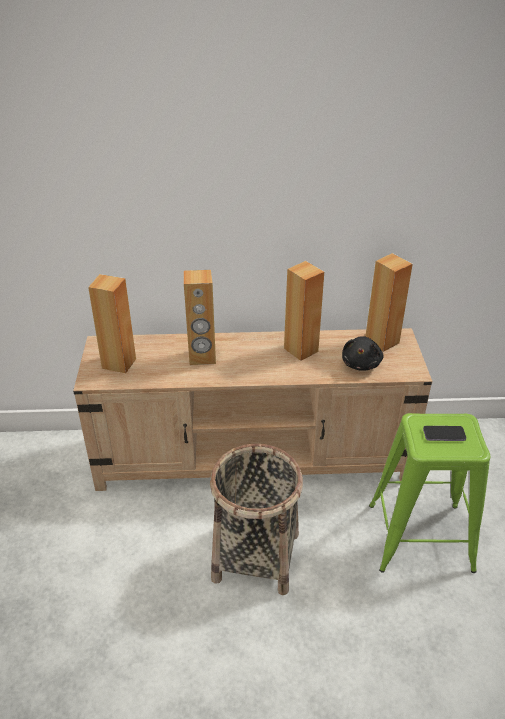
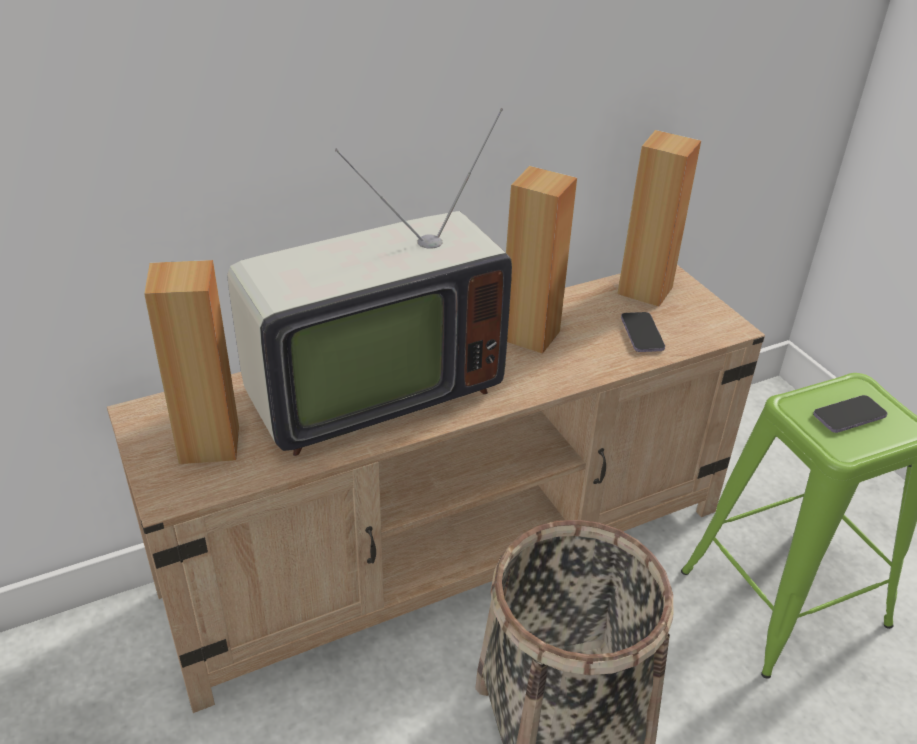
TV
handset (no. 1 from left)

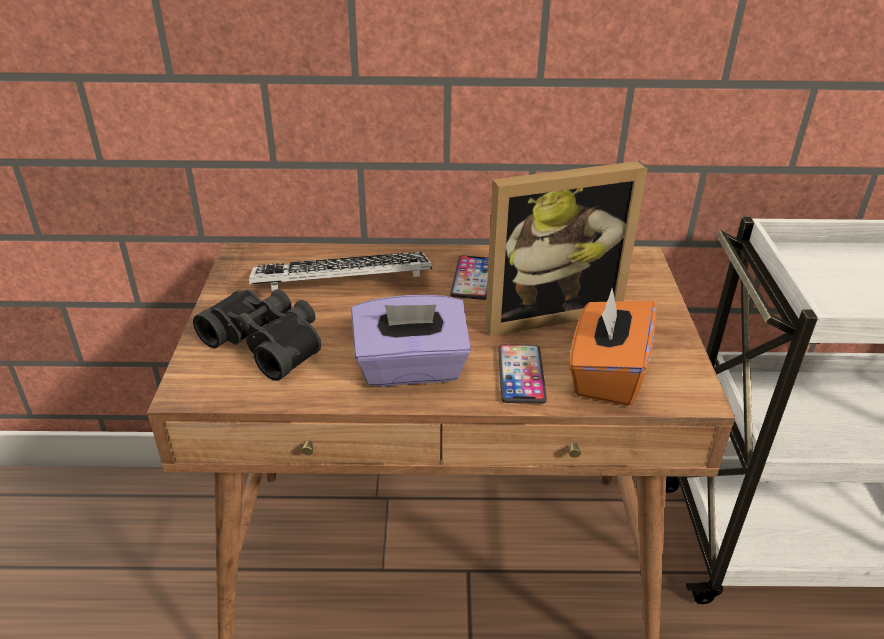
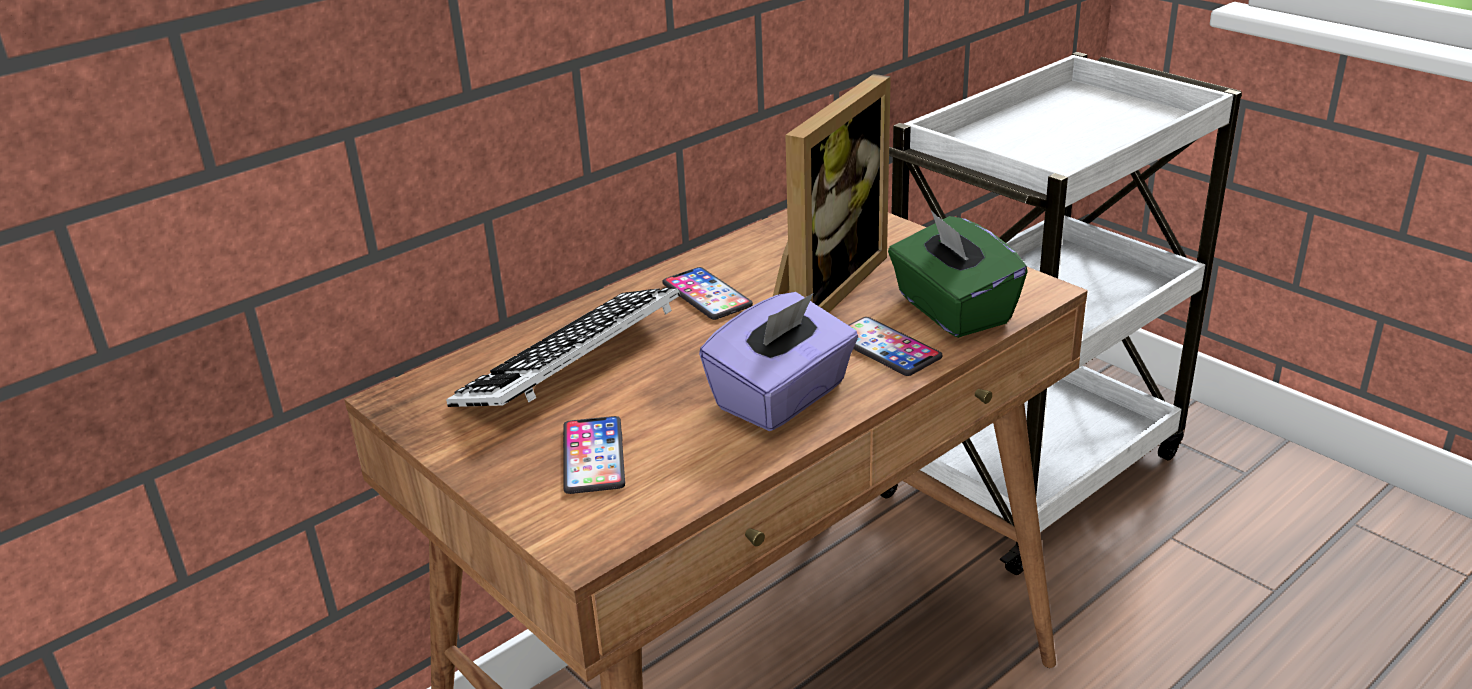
green box of tissues
handset (no. 1 from left)

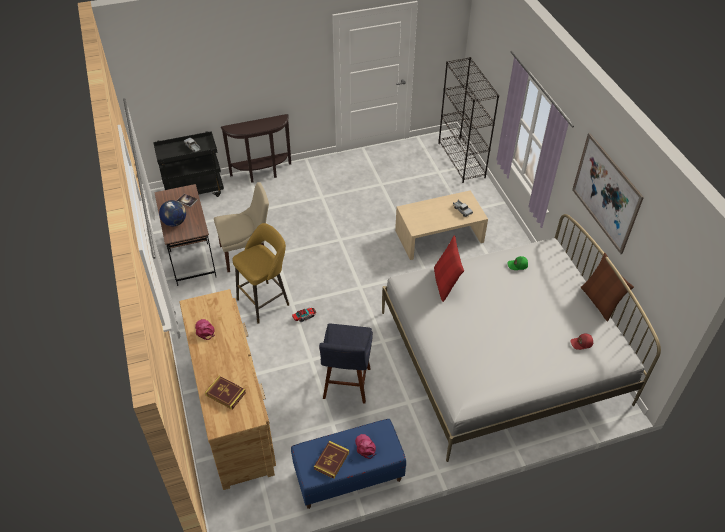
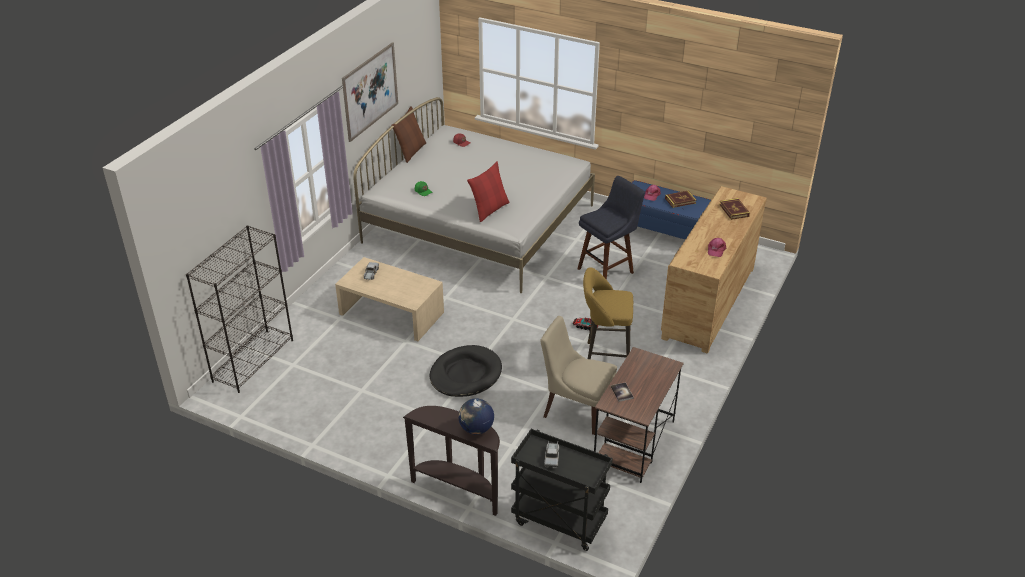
desk globe
black dog bed

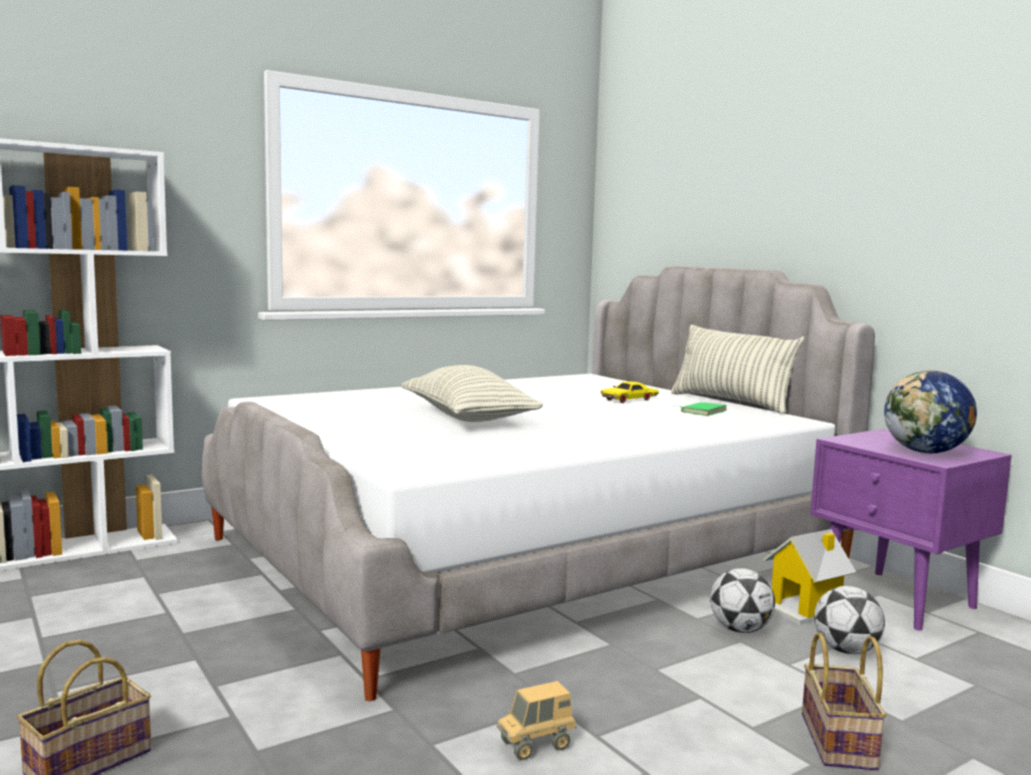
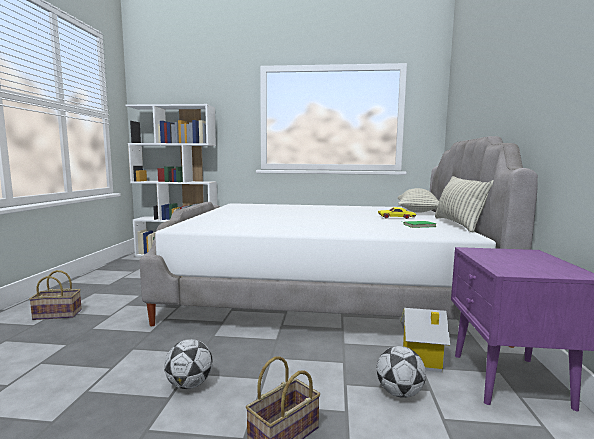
cushion (no. 1 from left)
desk globe
football ball (no. 1 from left)
toy truck

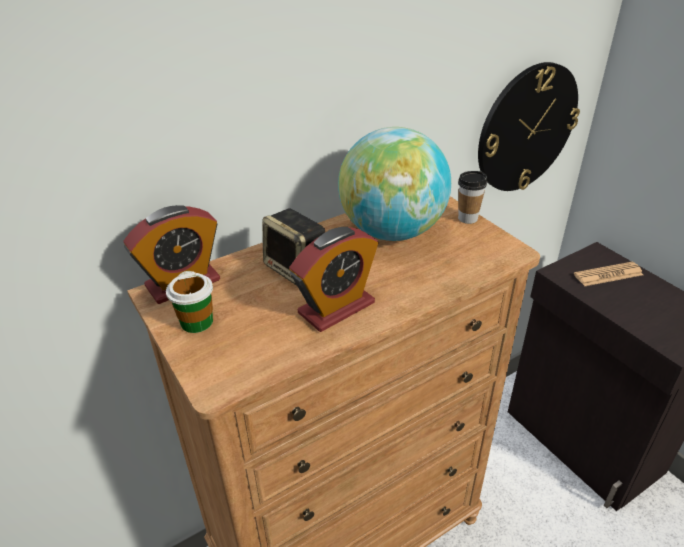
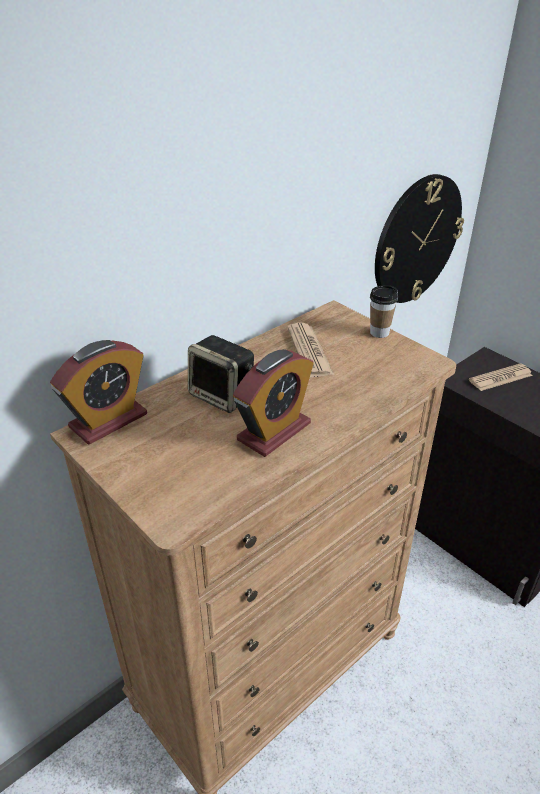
newspaper (no. 1 from left)
small cup (no. 1 from left in the first image)

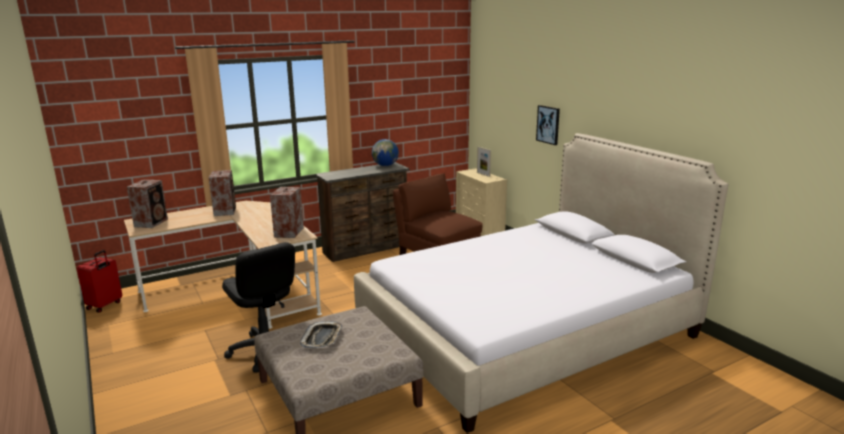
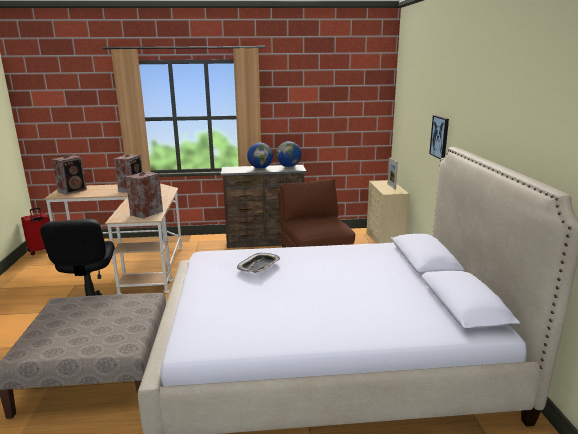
carrying tray
desk globe (no. 1 from left)

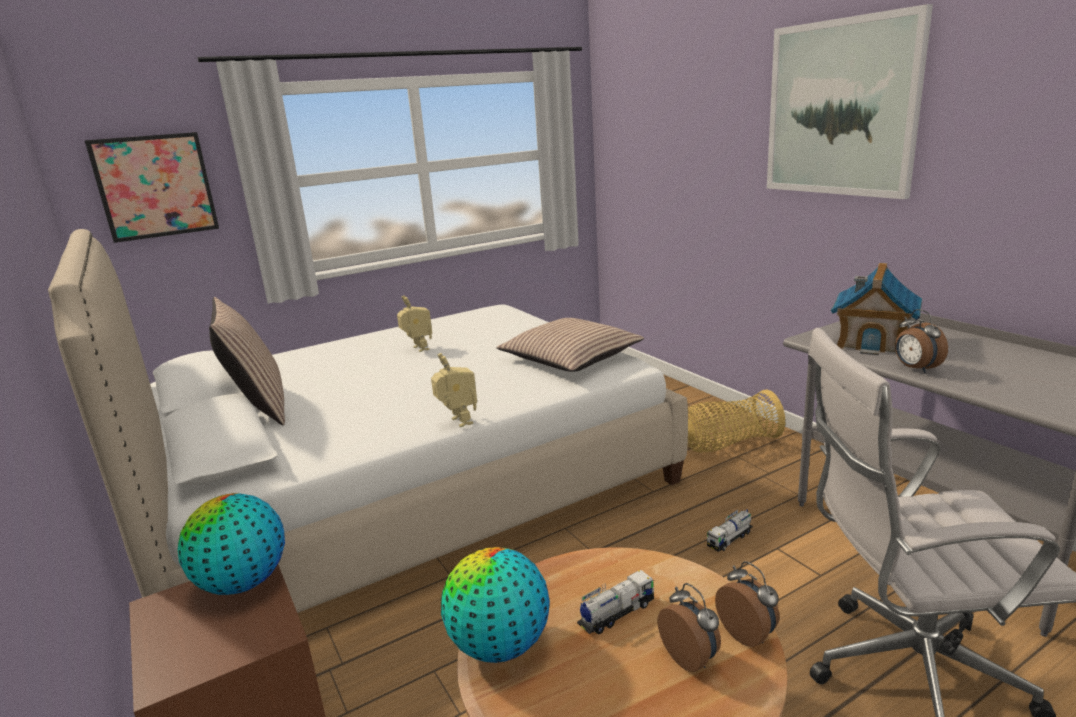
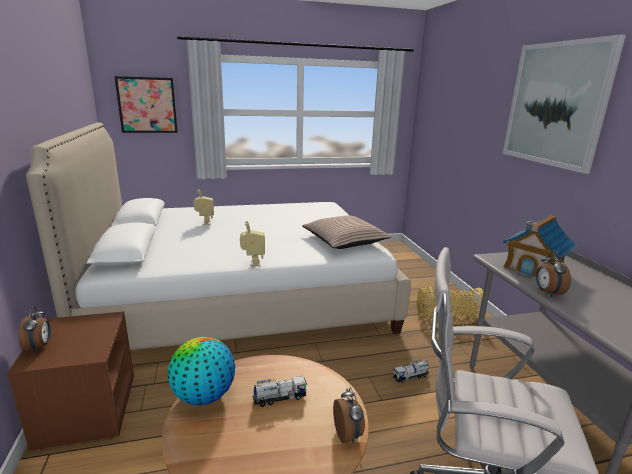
robot figure (no. 1 from left)
cushion (no. 1 from left in the first image)
desk globe (no. 1 from left in the first image)
bedside clock (no. 1 from left)

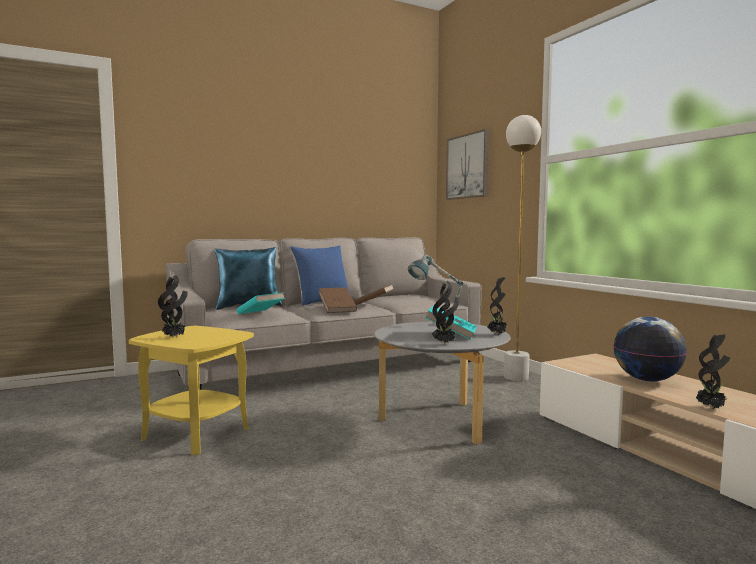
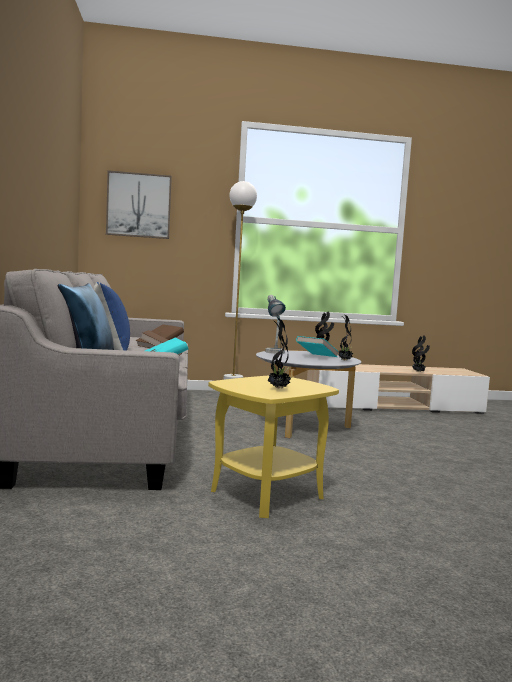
desk globe

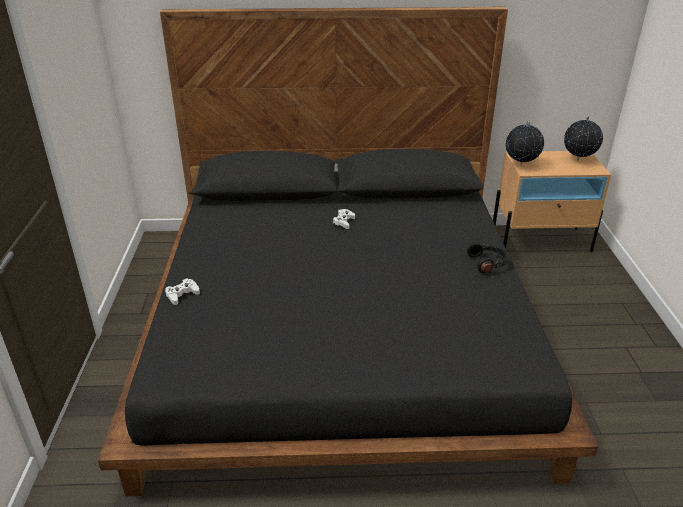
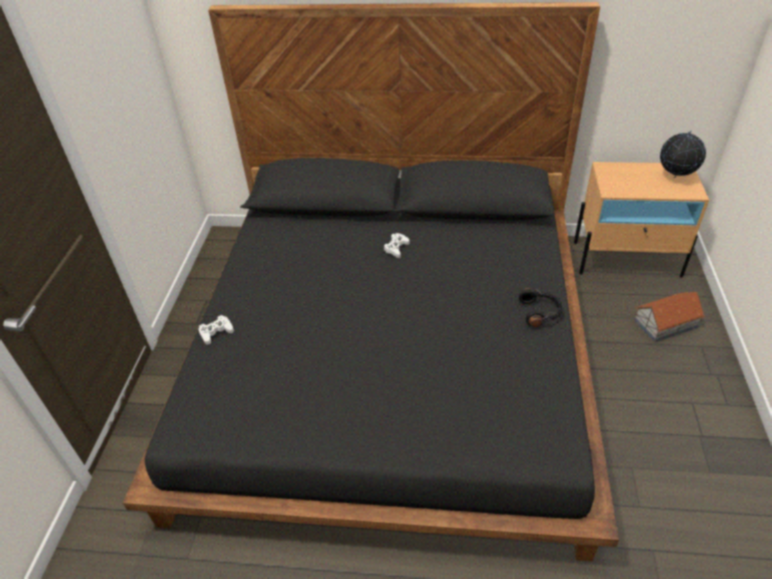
desk globe (no. 1 from left in the first image)
toy house

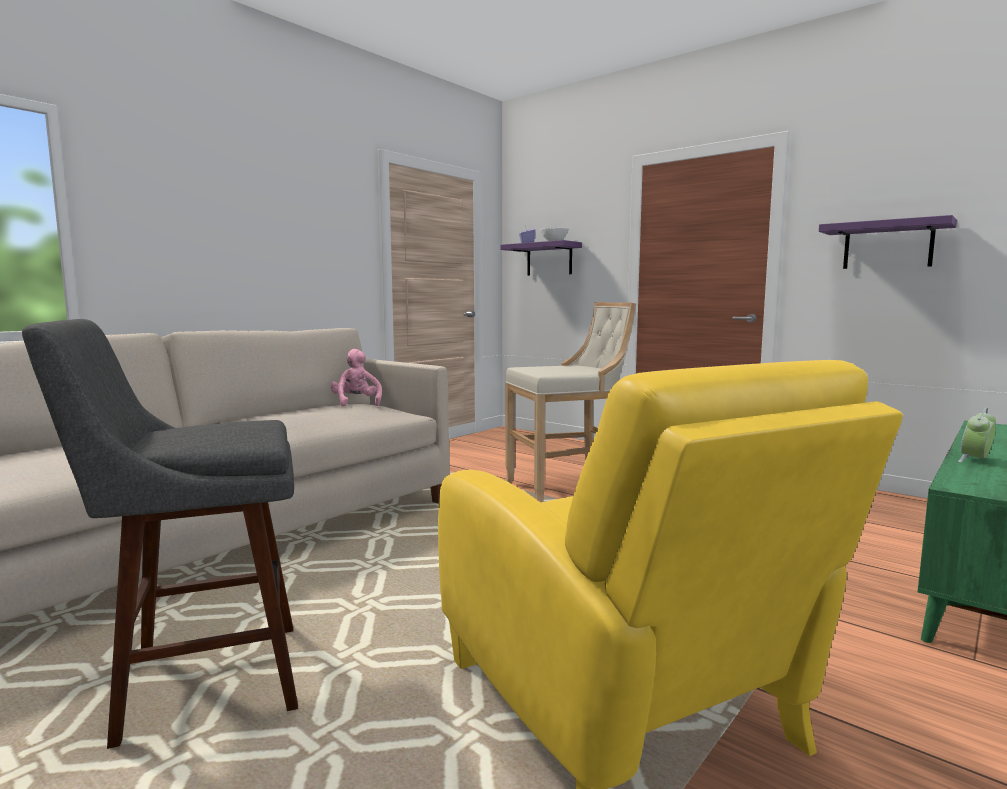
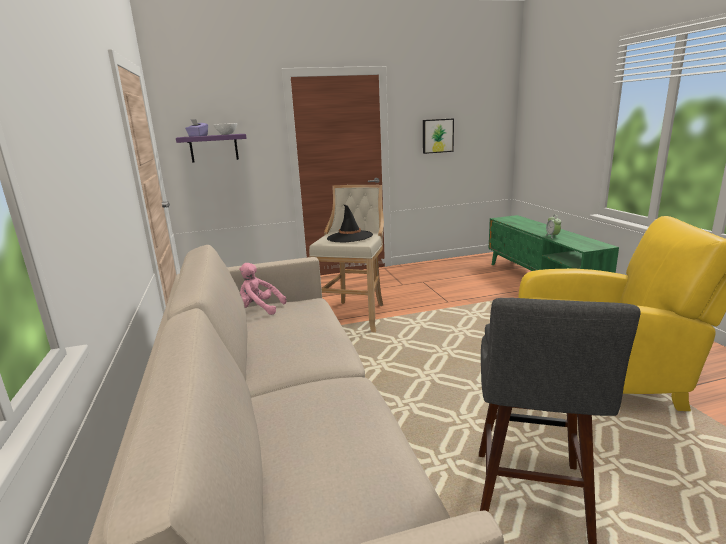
wall art
black hat

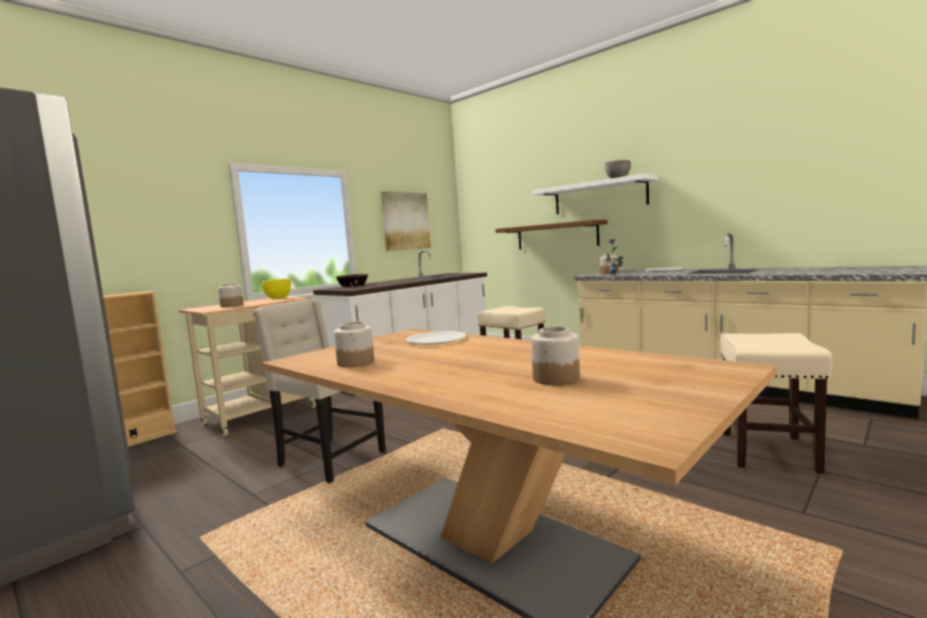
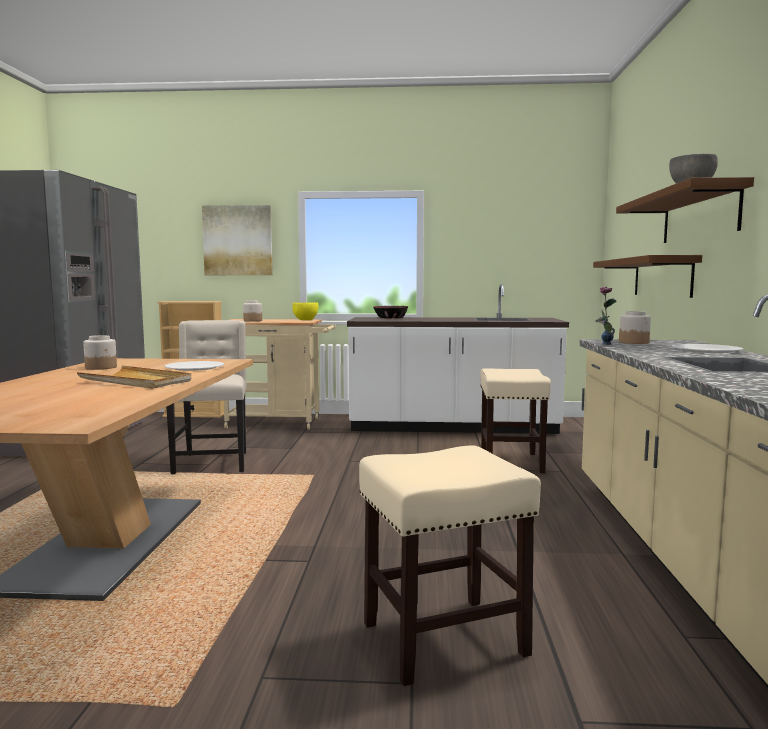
brown shelf (no. 2 from left)
wall art
jar (no. 3 from left in the first image)
sand-coloured carrying tray

